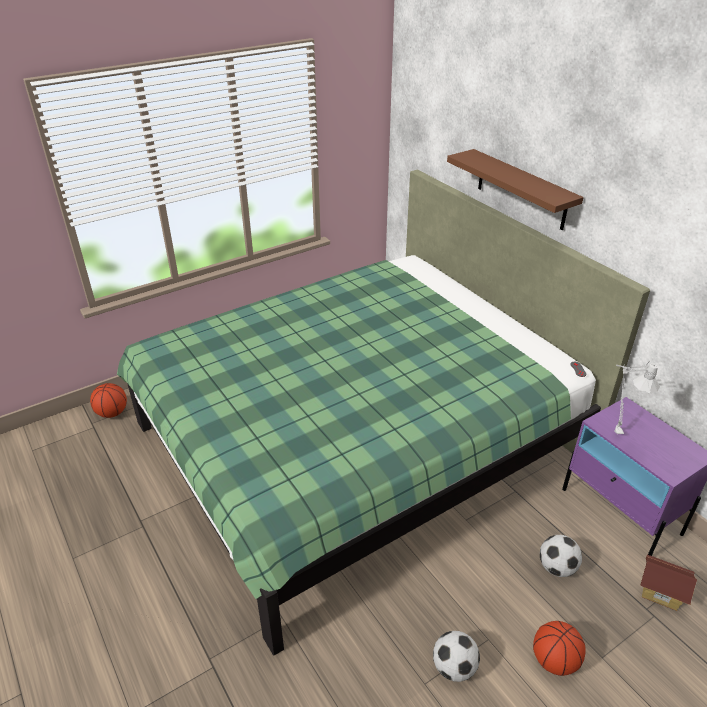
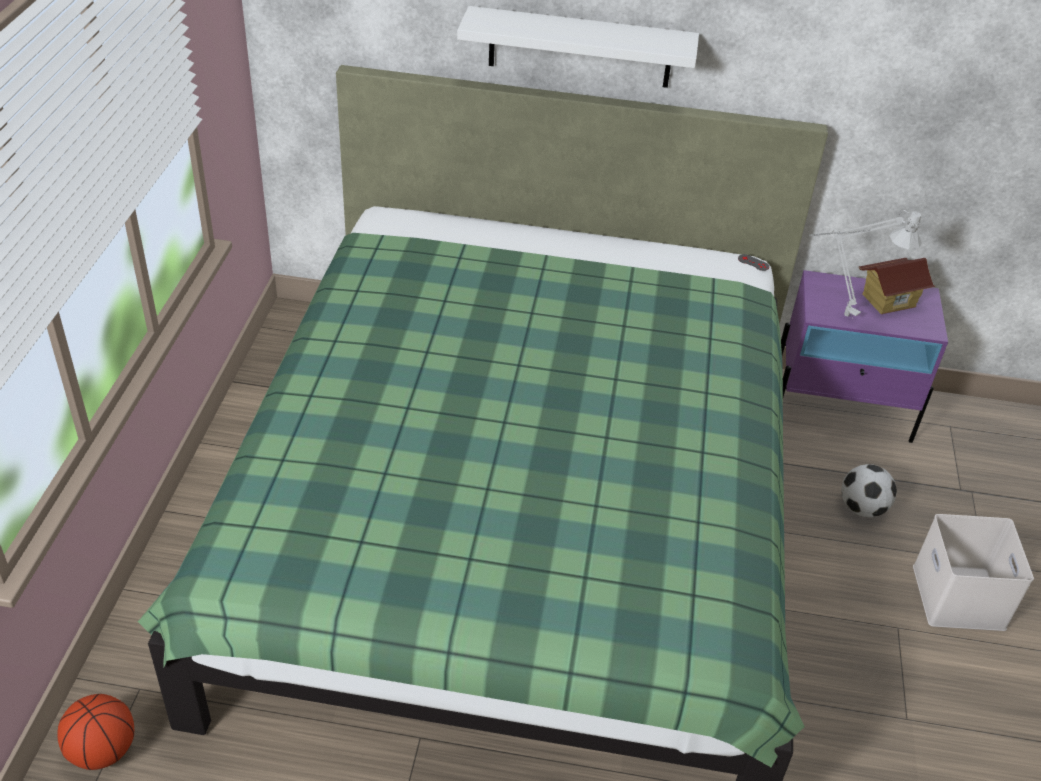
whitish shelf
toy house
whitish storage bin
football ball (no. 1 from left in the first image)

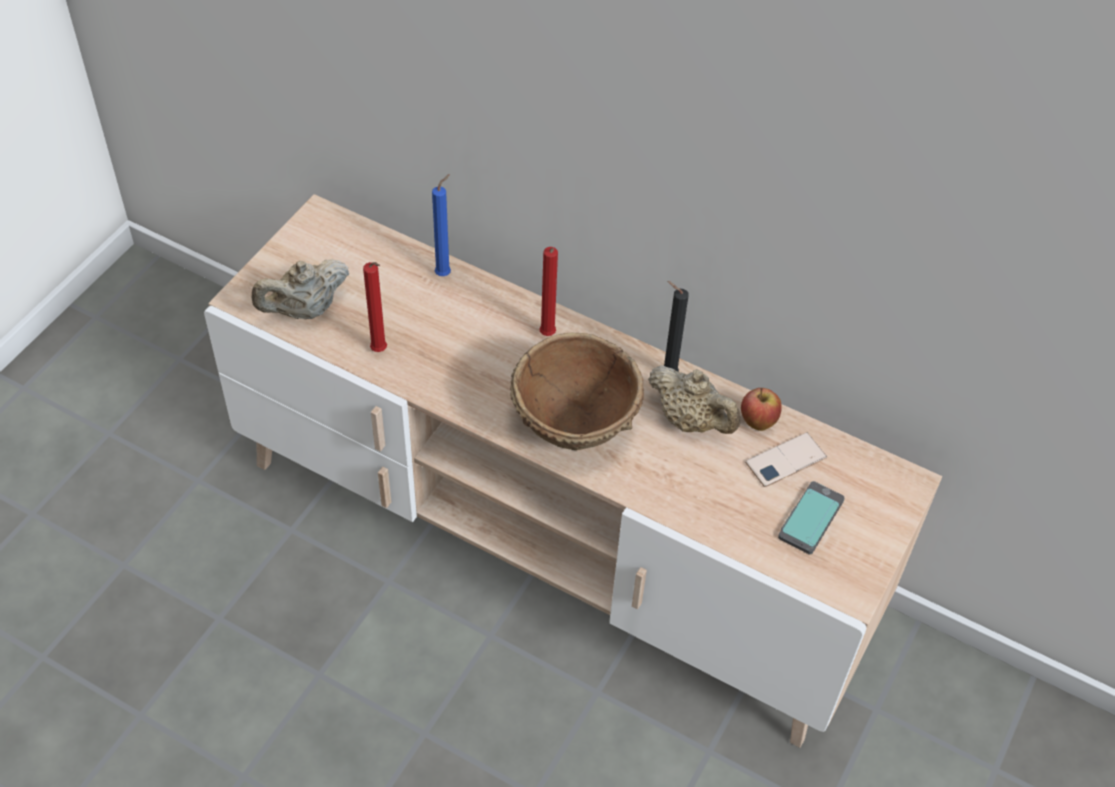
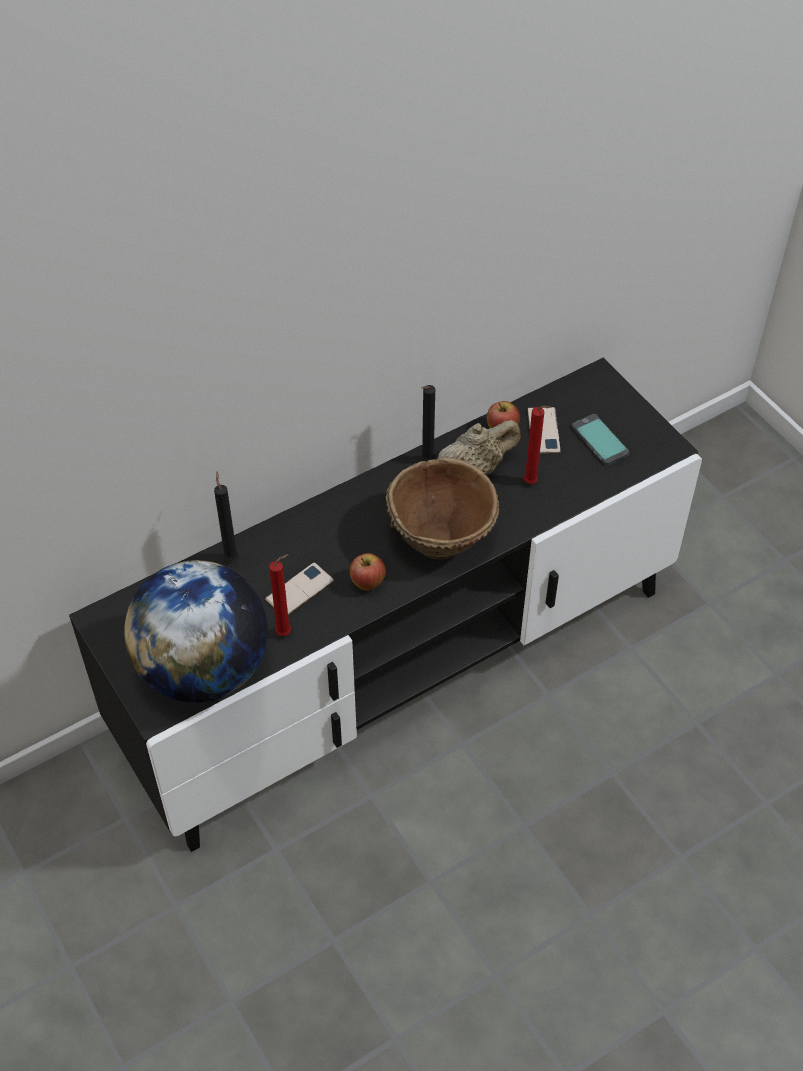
black wax candle (no. 1 from left)
black media console
reddish wax candle (no. 2 from left)
desk globe
whole apple (no. 1 from left)
handset (no. 1 from left)

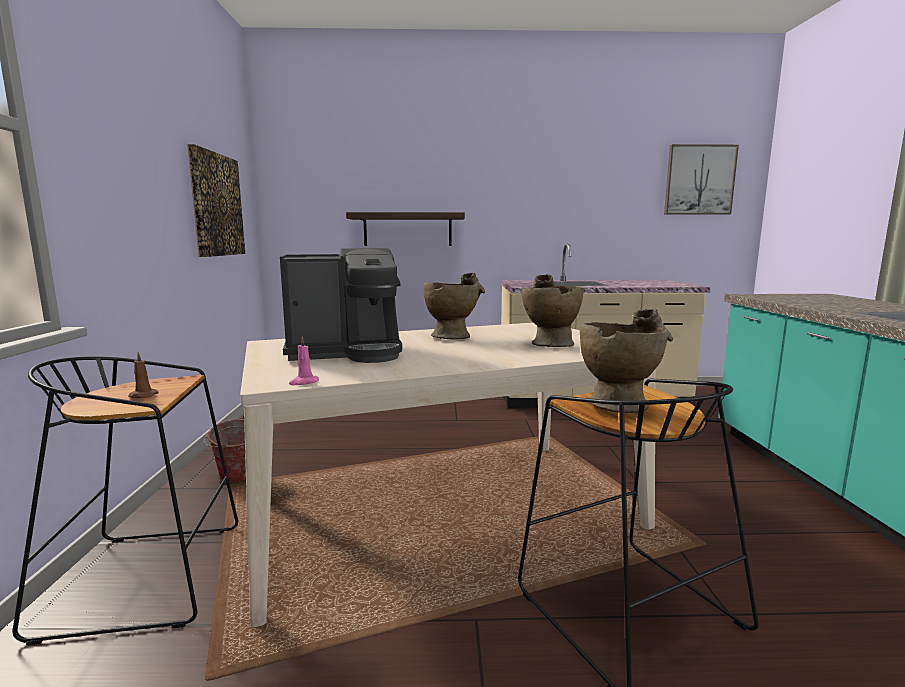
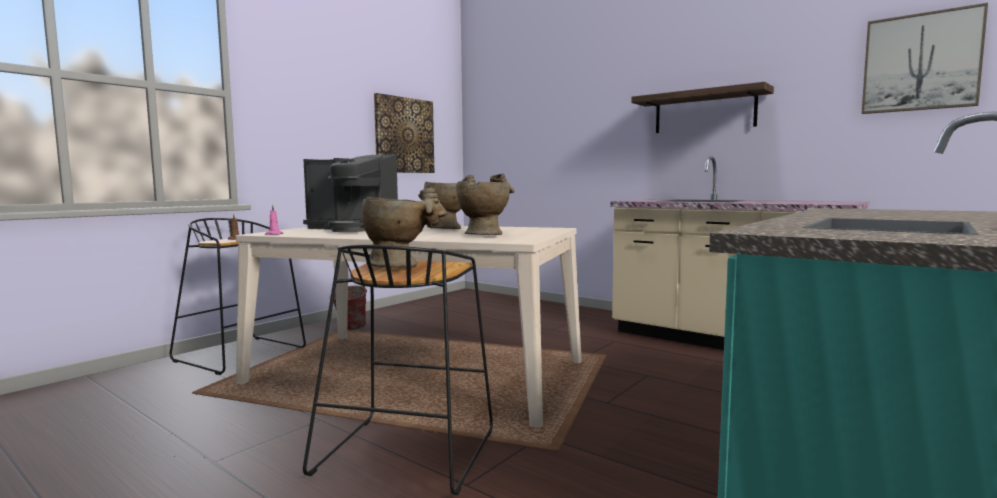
shelf

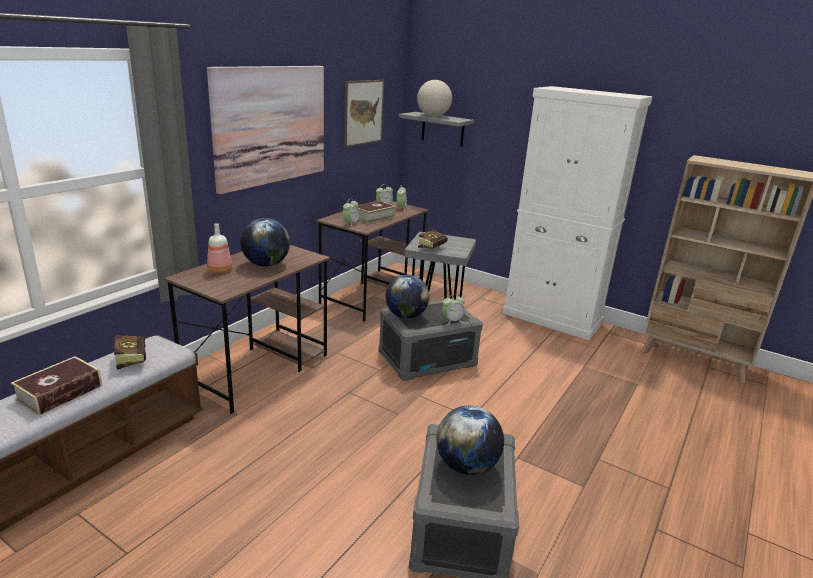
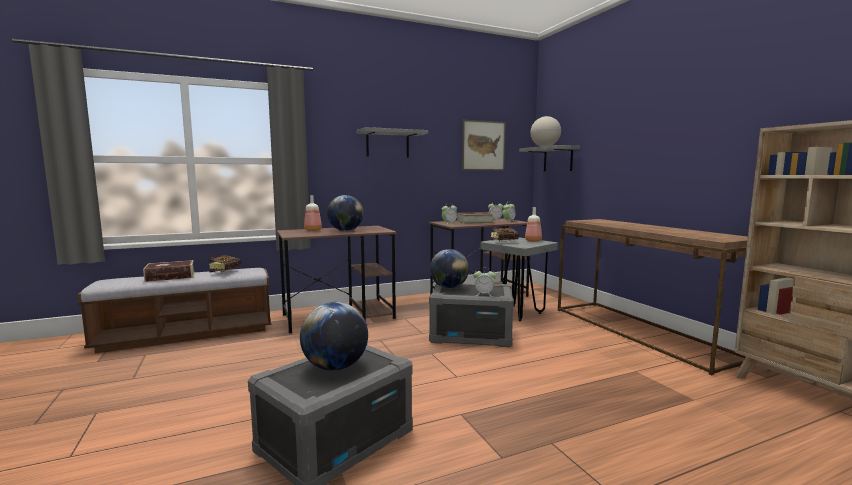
grey shelf (no. 1 from left)
brown console table
bottle (no. 2 from left)

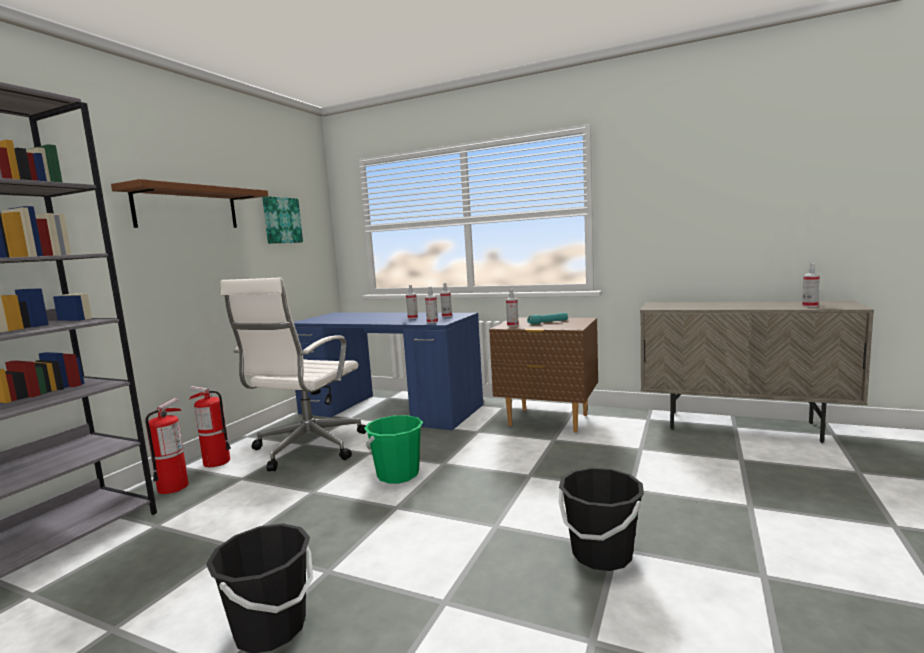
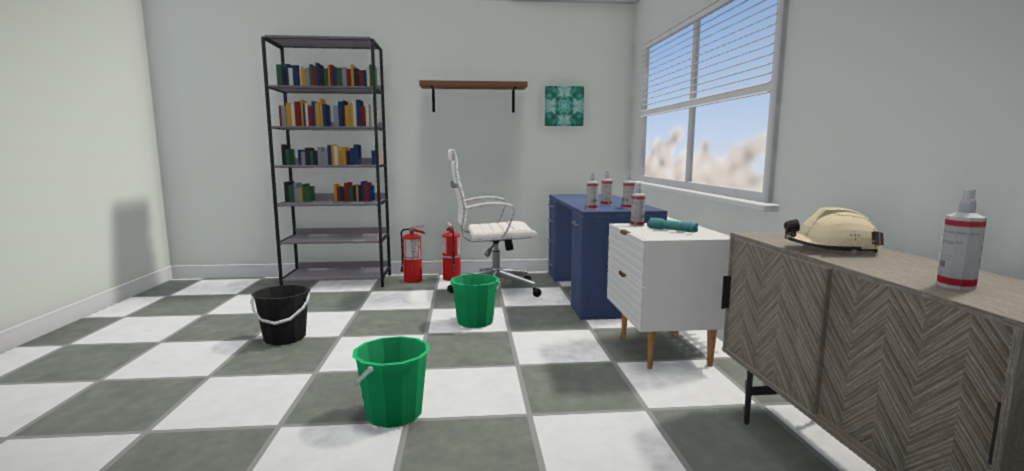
whitish nightstand
green pail (no. 1 from left)
sand-coloured work helmet

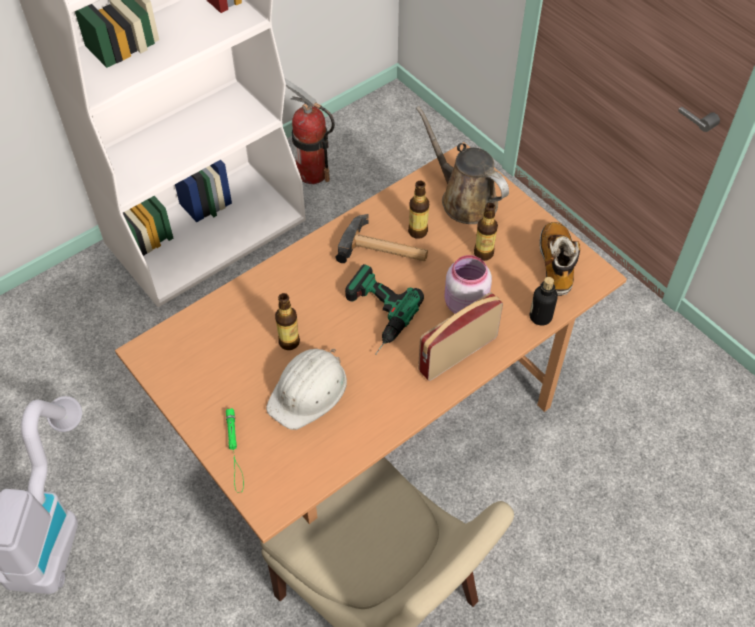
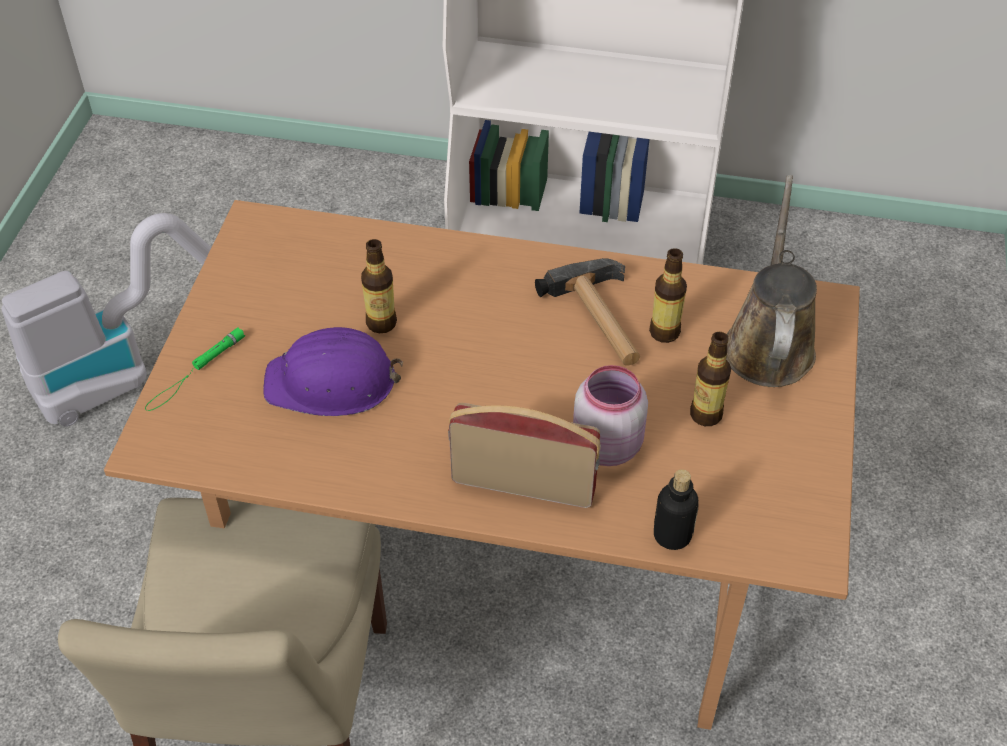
fire extinguisher
tall boot
electric drill
purple work helmet

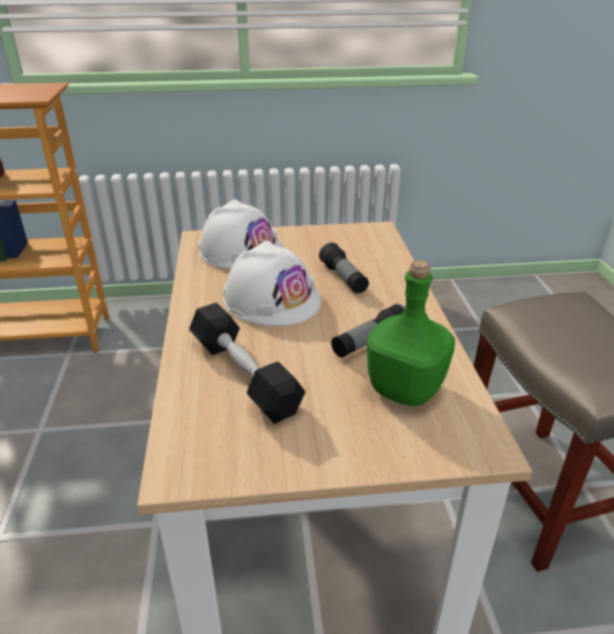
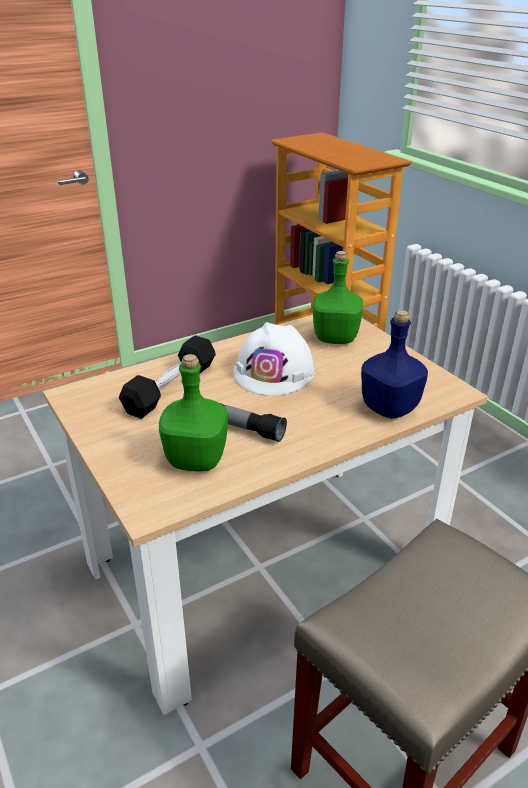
green bottle (no. 2 from left)
torch (no. 1 from left in the first image)
blue bottle

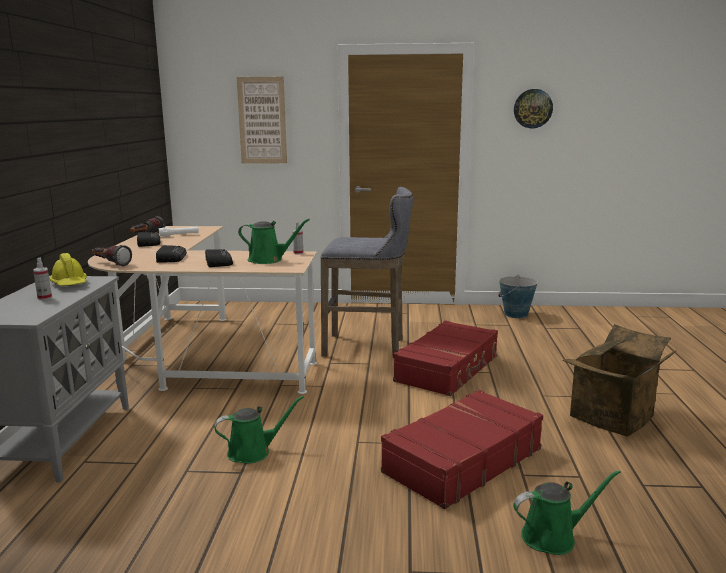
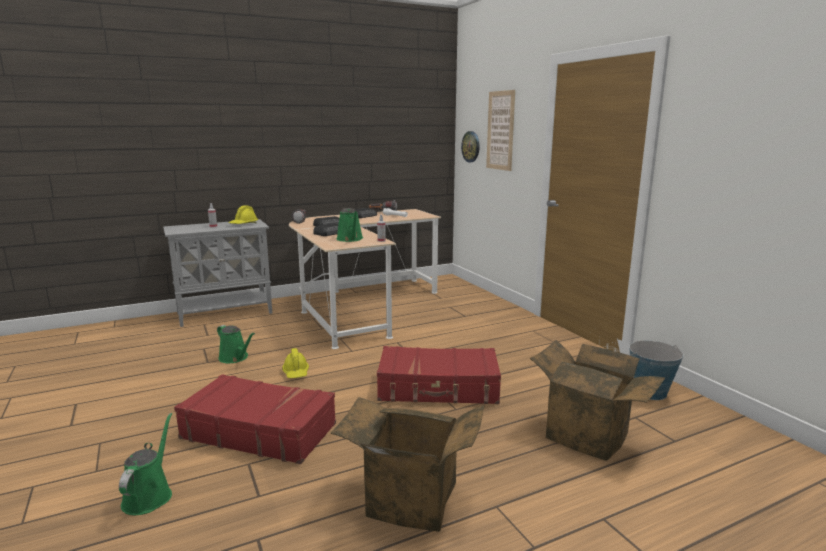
clock on the wall
grey stool
green watering can (no. 1 from left)
carton (no. 2 from left)
yellow-coloured work helmet (no. 2 from left)

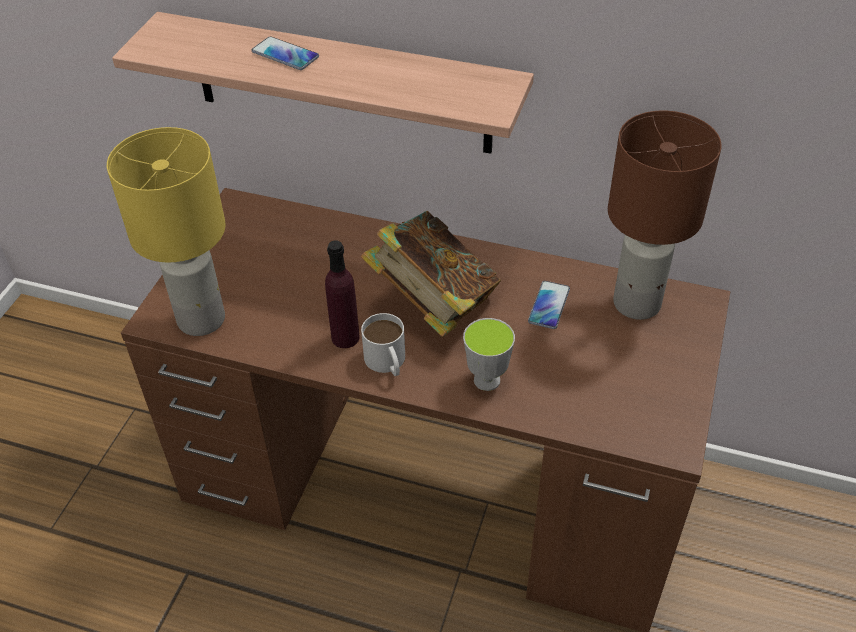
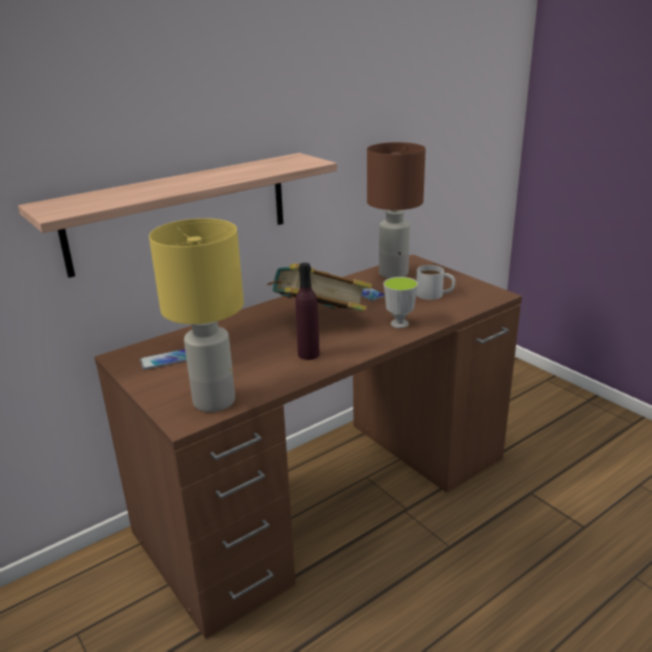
handset (no. 1 from left)
whitish coffee mug

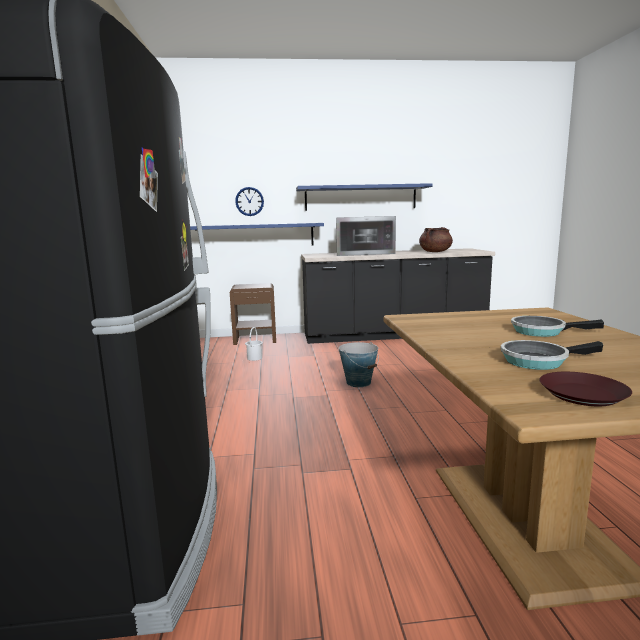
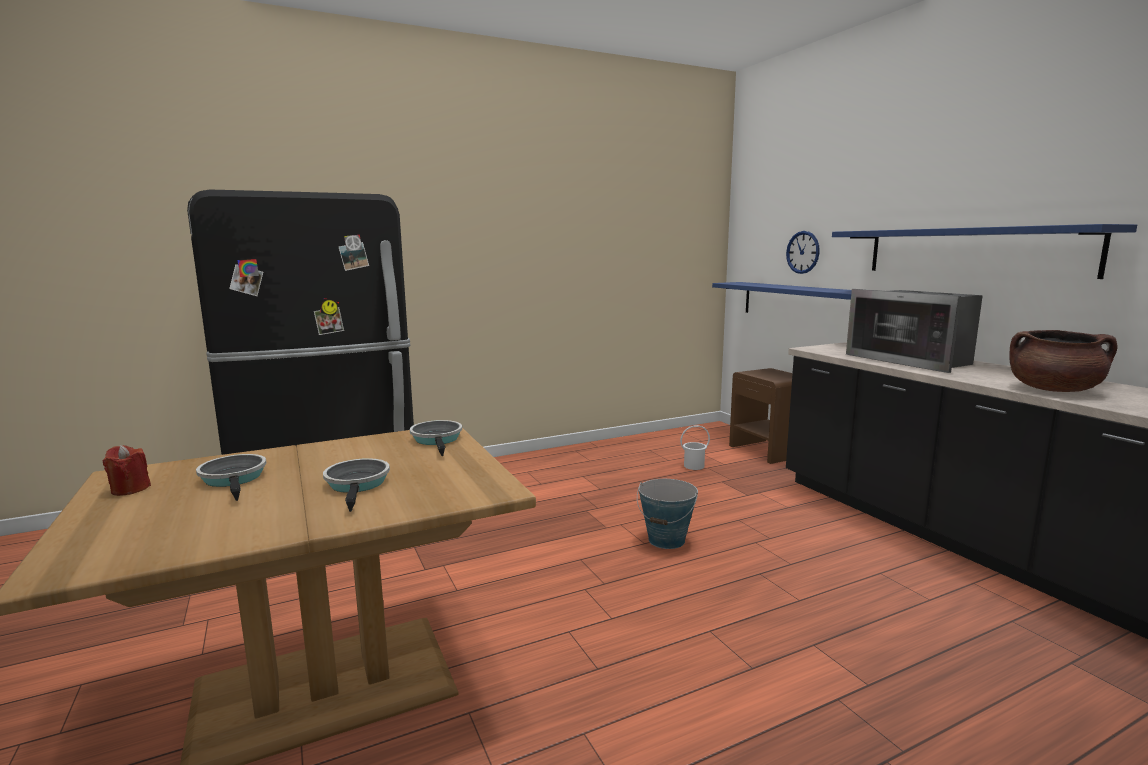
reddish wax candle
skillet (no. 3 from left)

